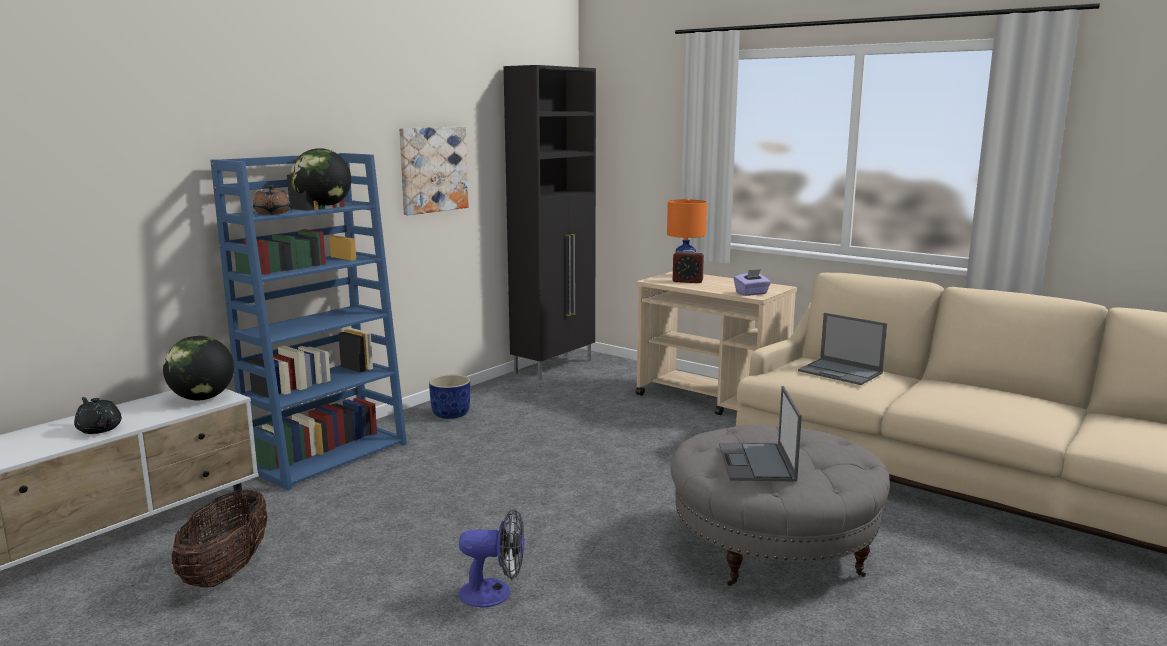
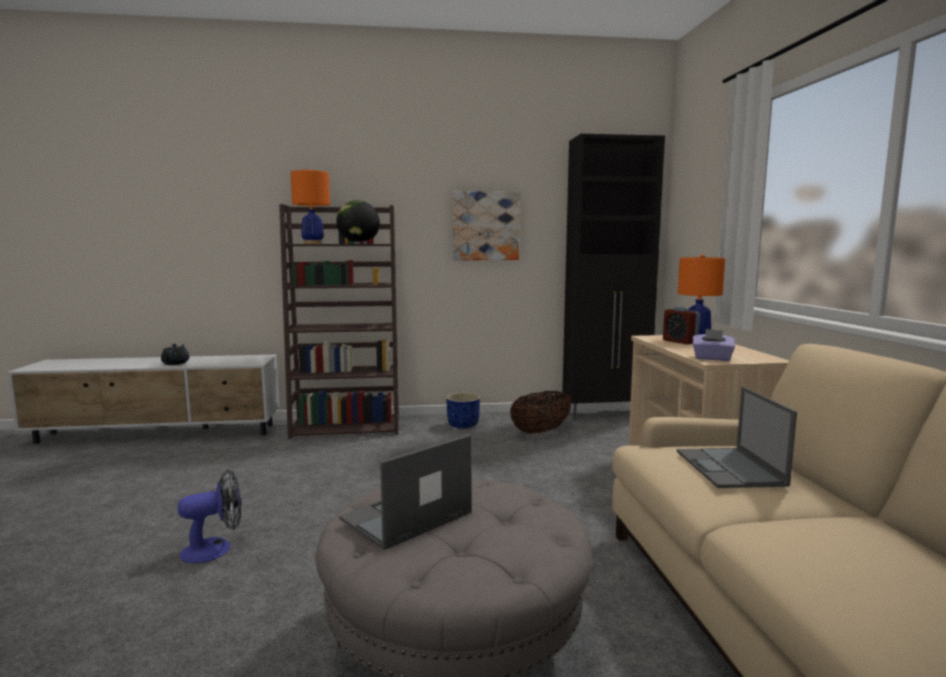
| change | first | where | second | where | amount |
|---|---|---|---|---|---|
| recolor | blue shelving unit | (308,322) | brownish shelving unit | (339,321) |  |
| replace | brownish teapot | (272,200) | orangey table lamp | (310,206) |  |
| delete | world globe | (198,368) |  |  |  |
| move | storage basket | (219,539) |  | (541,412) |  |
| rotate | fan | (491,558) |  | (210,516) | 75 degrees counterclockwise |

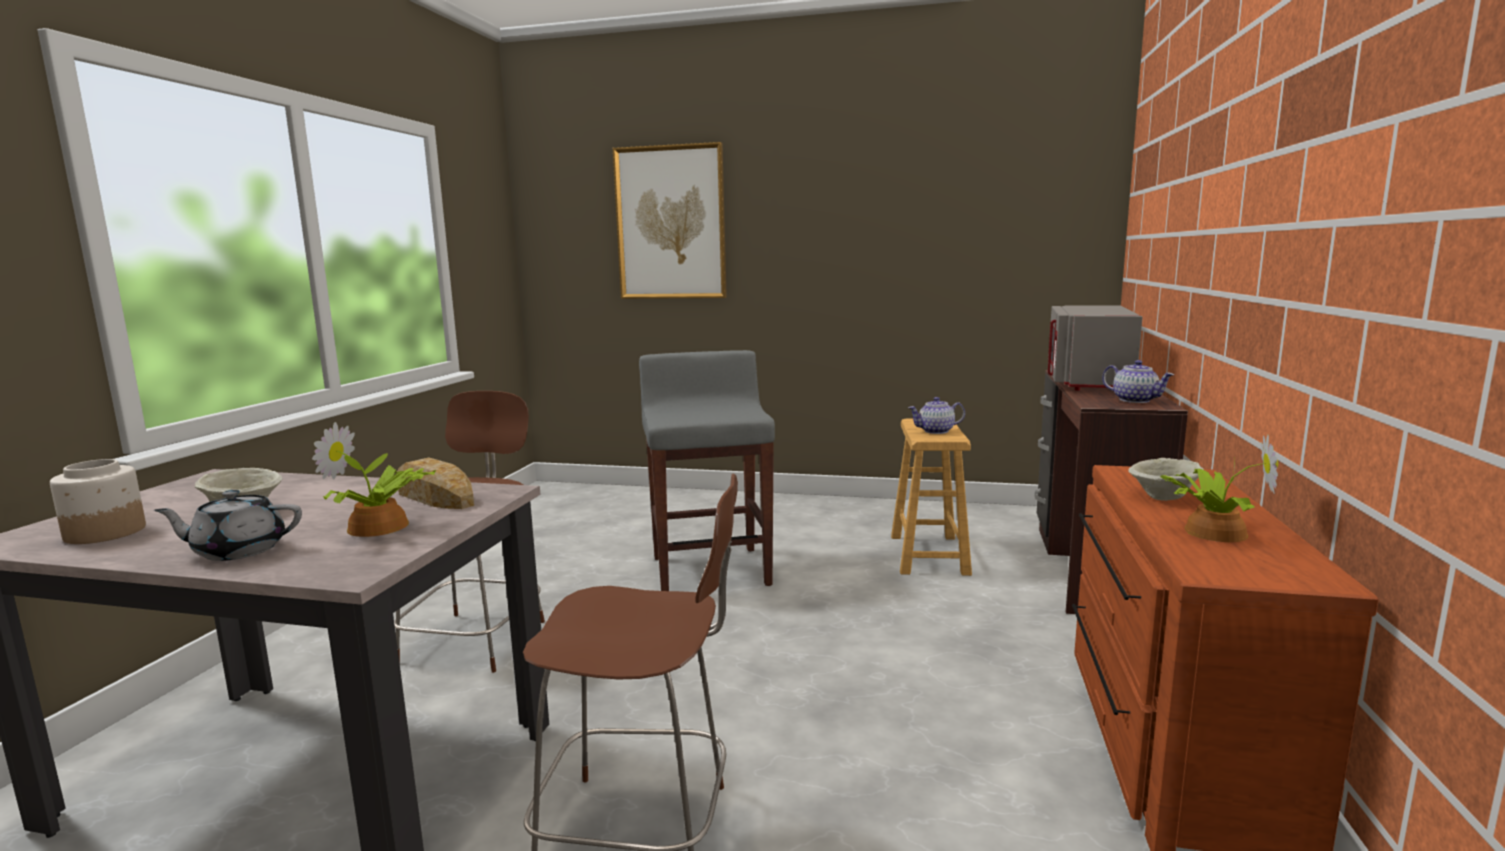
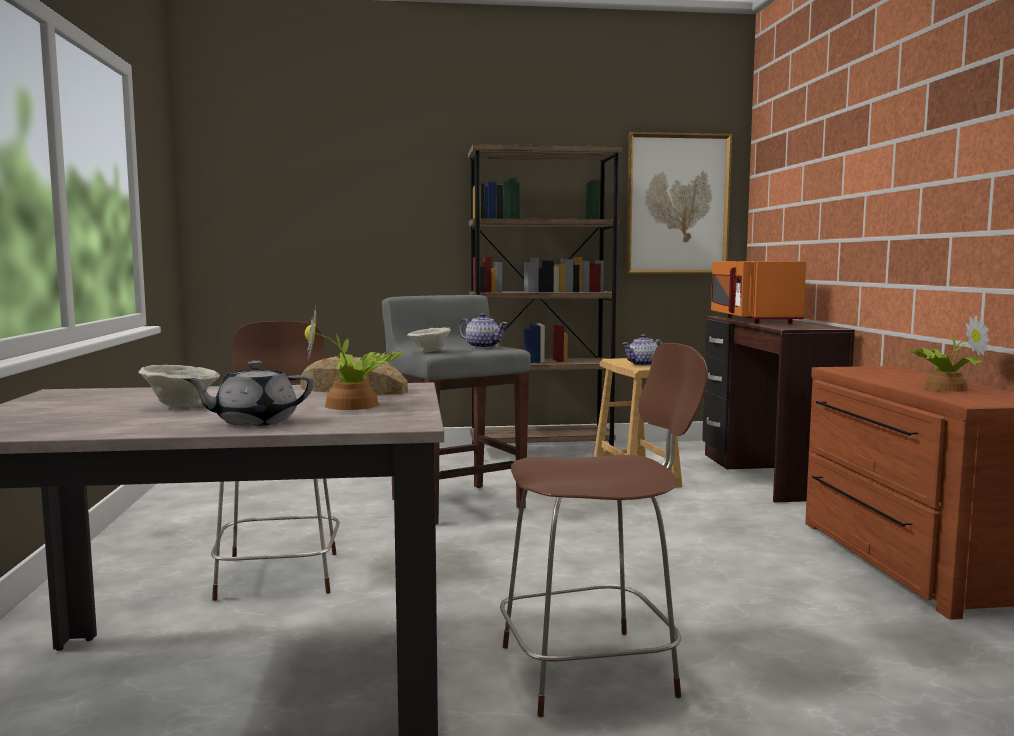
| change | first | where | second | where | amount |
|---|---|---|---|---|---|
| move | wall picture | (670,220) |  | (679,203) |  |
| recolor | grey microwave | (1095,348) | orangey microwave | (758,292) |  |
| move | teapot | (1138,381) |  | (483,330) |  |
| move | sand-coloured bowl | (1166,479) |  | (429,340) |  |
| delete | jar | (98,501) |  |  |  |
| insert |  |  | brownish shelving unit | (545,295) |  |

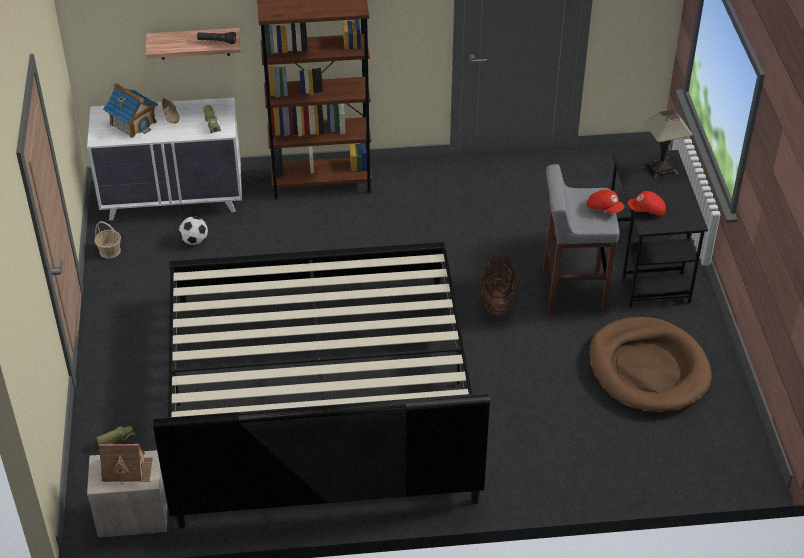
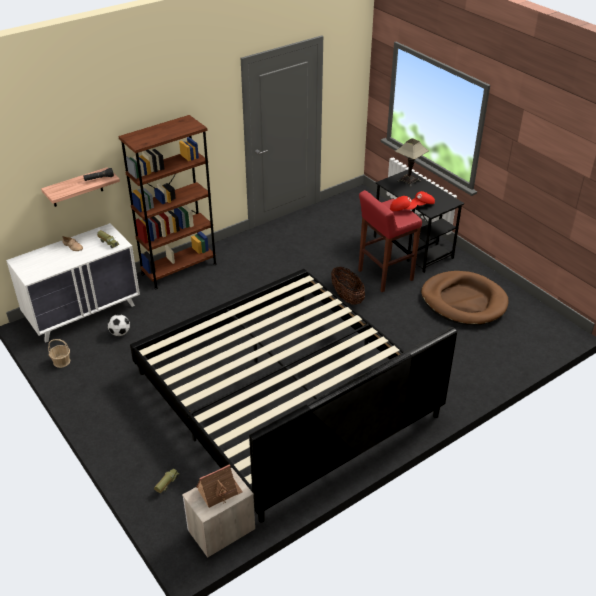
| change | first | where | second | where | amount |
|---|---|---|---|---|---|
| delete | model house | (130,110) |  |  |  |
| recolor | grey stool seat | (581,238) | red-coloured stool seat | (390,241) |  |

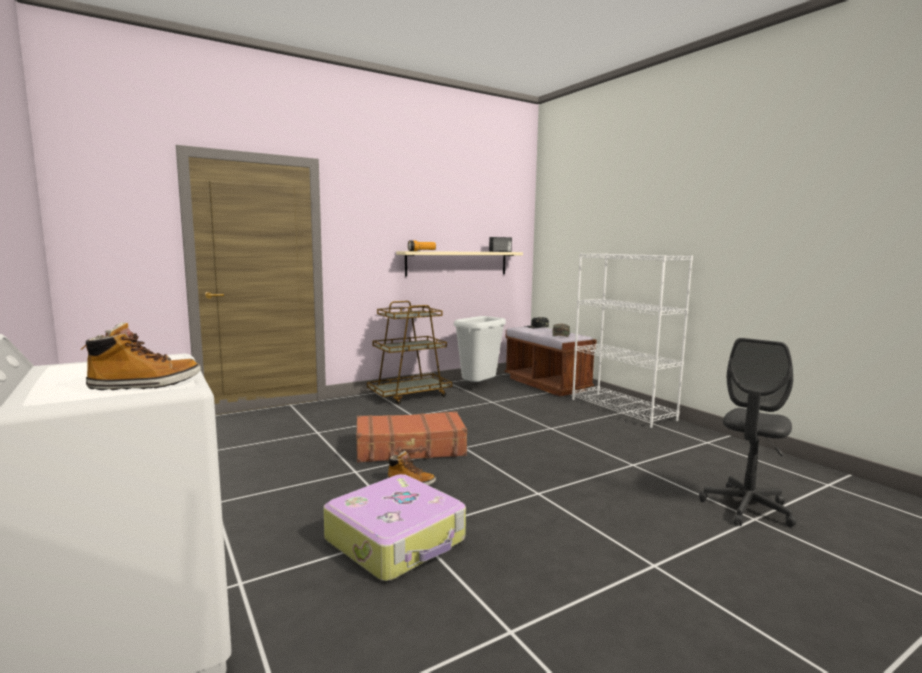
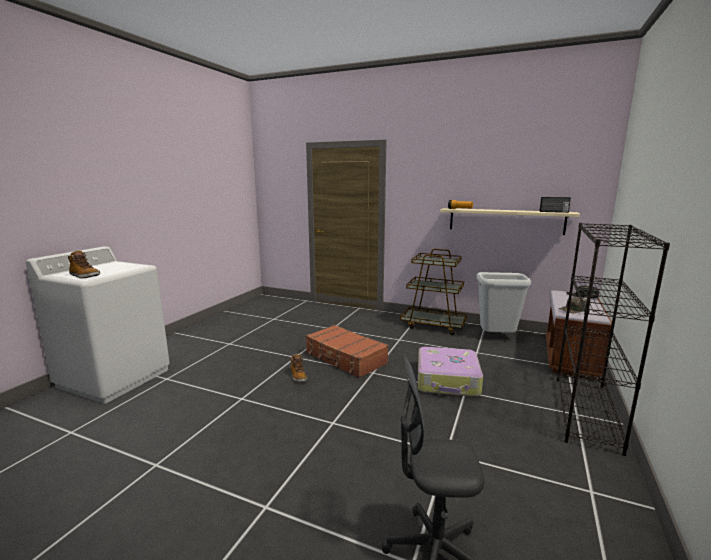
| change | first | where | second | where | amount |
|---|---|---|---|---|---|
| recolor | white-coloured shelving unit | (632,340) | blackish shelving unit | (613,339) |  |
| move | suitcase | (394,527) |  | (450,372) |  |

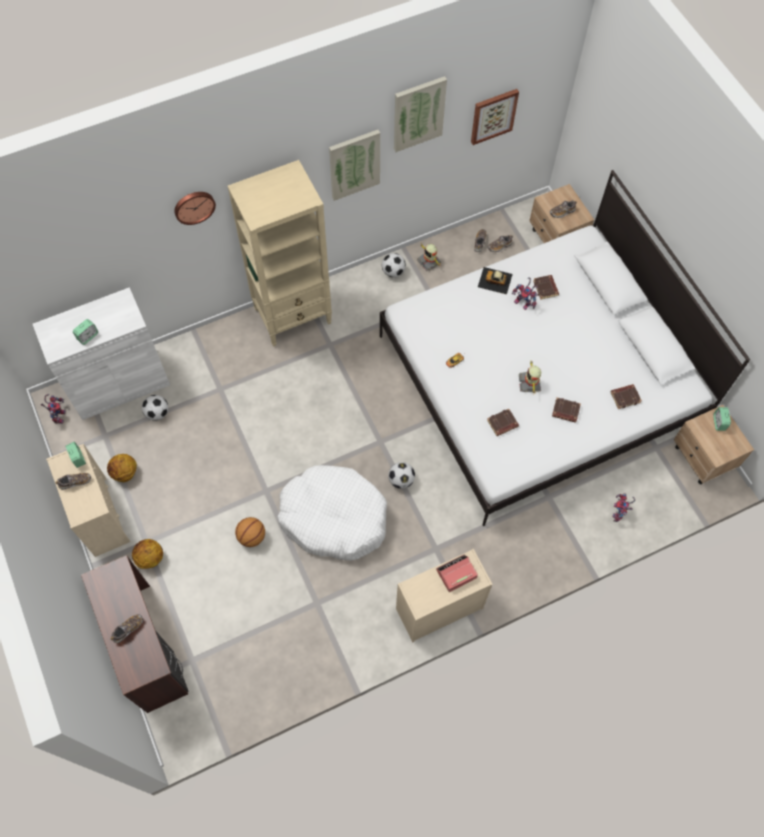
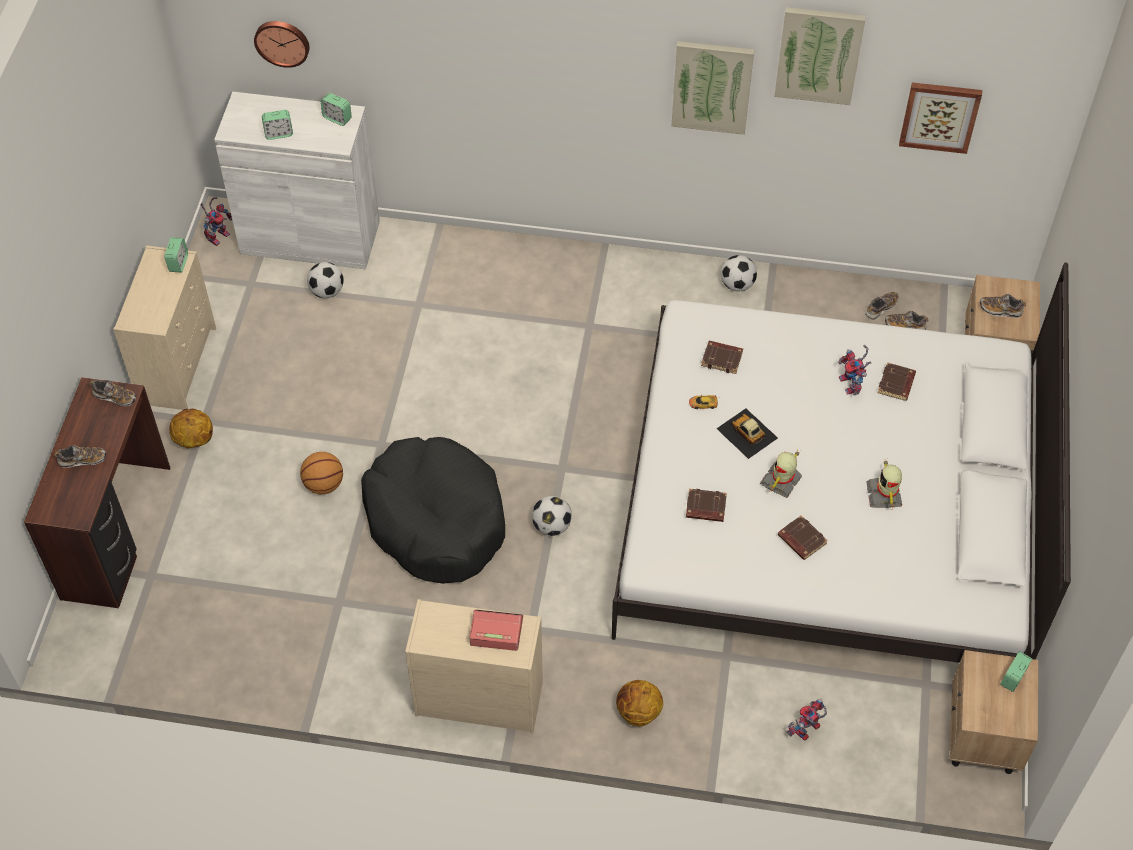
| change | first | where | second | where | amount |
|---|---|---|---|---|---|
| delete | sand-coloured shelving unit | (280,253) |  |  |  |
| move | wall clock | (195,208) |  | (282,44) |  |
| move | model robot | (429,257) |  | (884,484) |  |
| move | miniature car | (495,280) |  | (747,434) |  |
| move | brownish volume | (626,396) |  | (722,357) |  |
| move | basketball | (122,468) |  | (639,703) |  |
| recolor | white-coloured pet bed | (332,513) | blackish pet bed | (433,510) |  |
| move | shoe | (73,481) |  | (113,392) |  |
| insert |  |  | alarm clock | (336,109) |  |

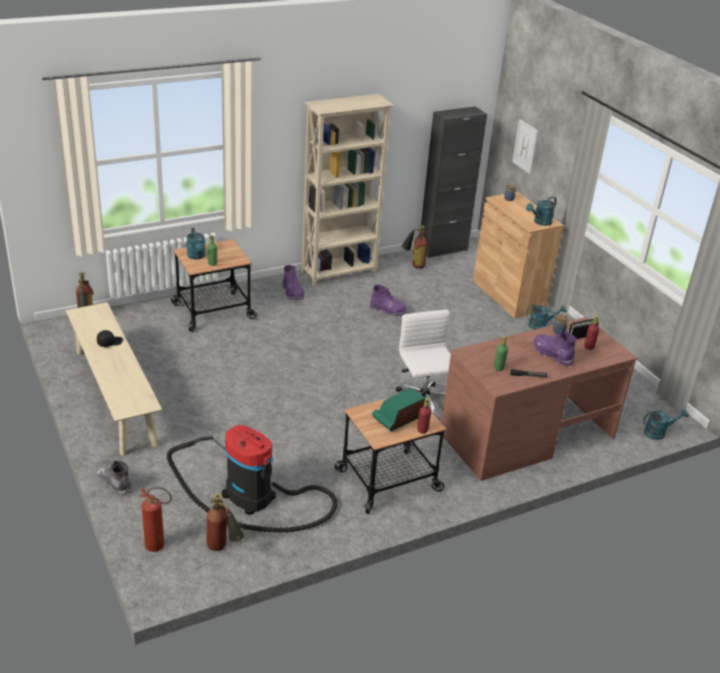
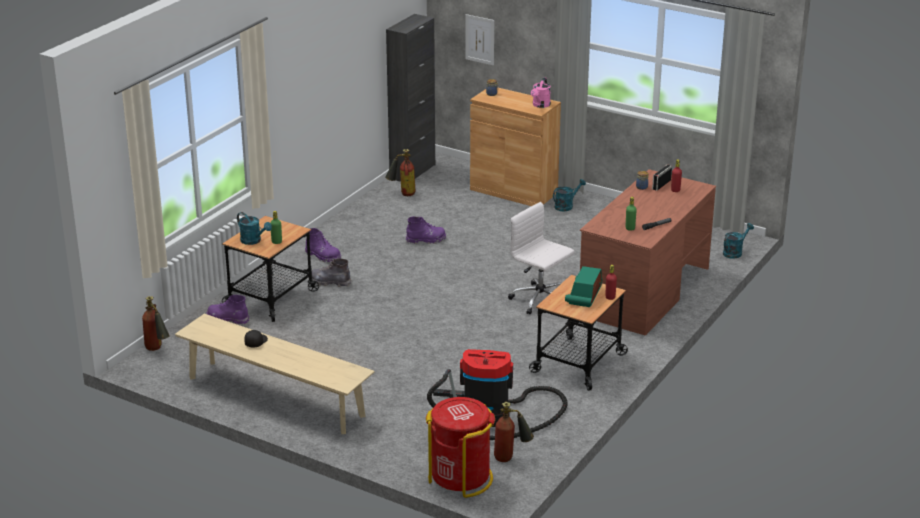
| change | first | where | second | where | amount |
|---|---|---|---|---|---|
| delete | sand-coloured shelving unit | (348,190) |  |  |  |
| recolor | blue-green sprinkling can | (541,211) | pink-coloured sprinkling can | (541,92) |  |
| move | purple tall boot | (555,349) |  | (228,310) |  |
| move | grey tall boot | (114,478) |  | (331,272) |  |
| replace | fire-fighting cylinder | (155,519) | red-coloured waste bin | (460,447) |  |

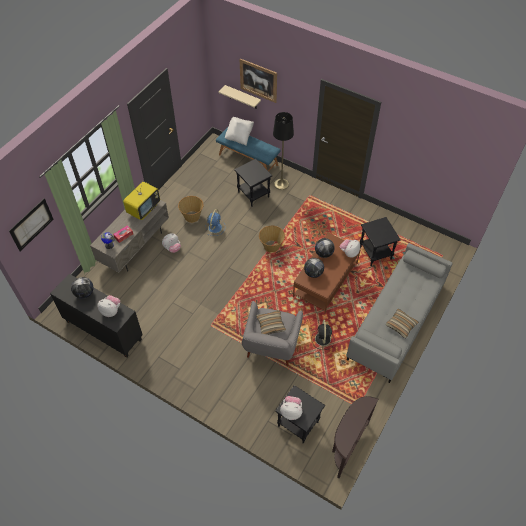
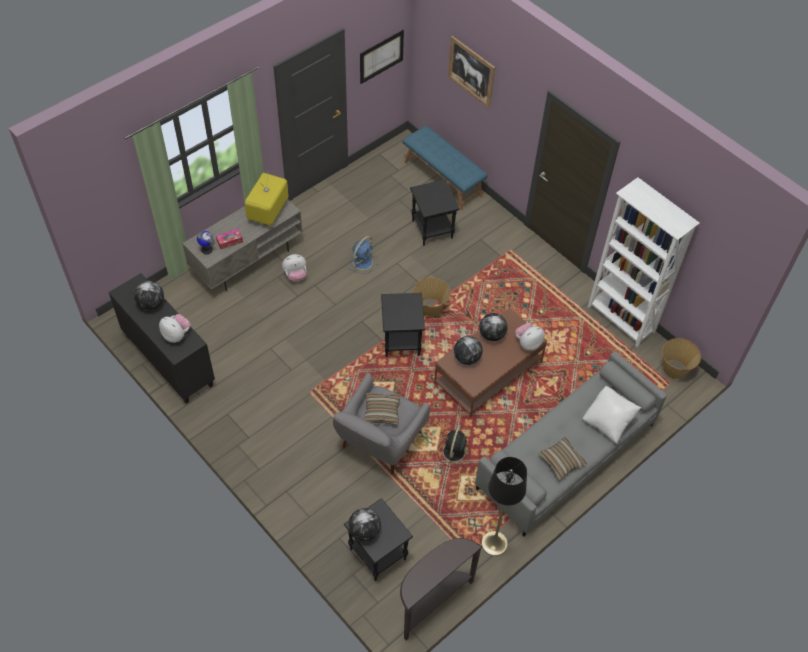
| change | first | where | second | where | amount |
|---|---|---|---|---|---|
| delete | sand-coloured bracket shelf | (240,97) |  |  |  |
| move | blackish standard lamp | (283,151) |  | (504,506) |  |
| move | white-coloured pillow | (239,131) |  | (612,415) |  |
| rotate | TV | (141,201) |  | (267,198) | 150 degrees clockwise |
| move | storage basket | (190,209) |  | (681,358) |  |
| move | wall picture | (31,224) |  | (382,57) |  |
| move | blackish side table | (380,241) |  | (403,325) |  |
| replace | plush toy | (291,408) | world globe | (364,524) |  |
| insert |  |  | white-coloured shelving unit | (643,262) |  |

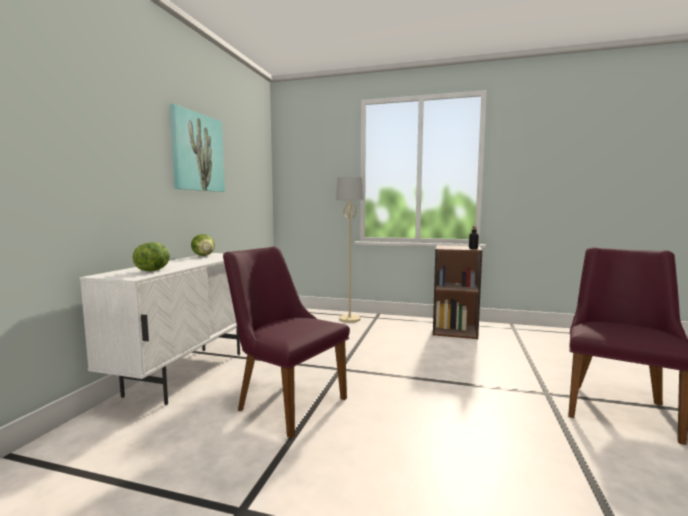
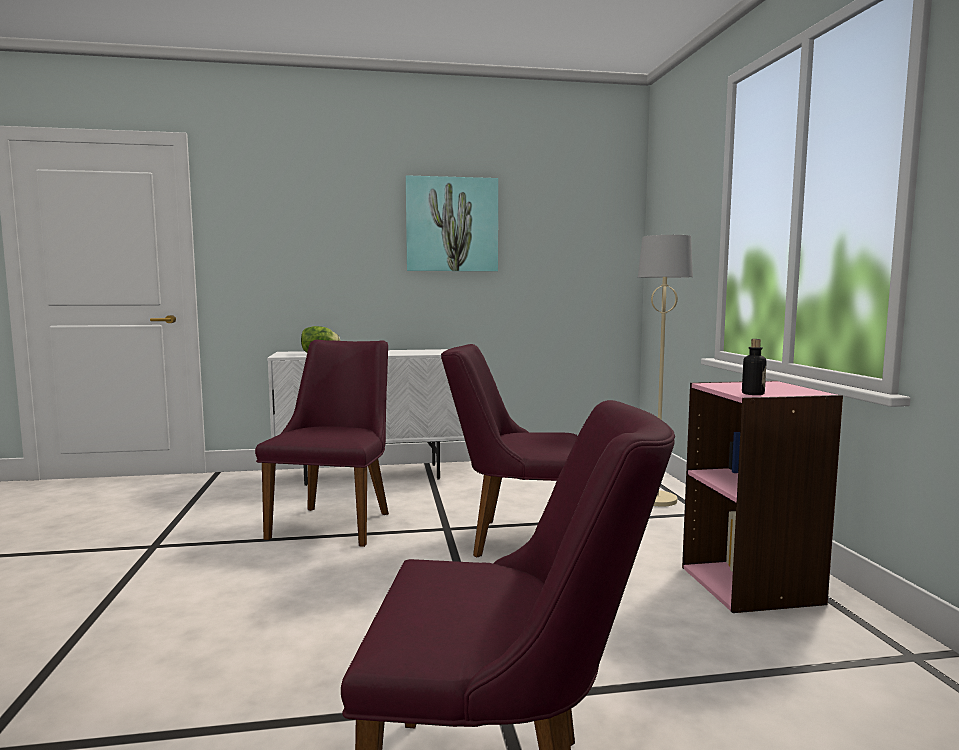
| change | first | where | second | where | amount |
|---|---|---|---|---|---|
| delete | lettuce head | (203,245) |  |  |  |
| recolor | brownish shelving unit | (457,292) | pink-coloured shelving unit | (762,496) |  |
| insert |  |  | purple chair | (509,450) |  |

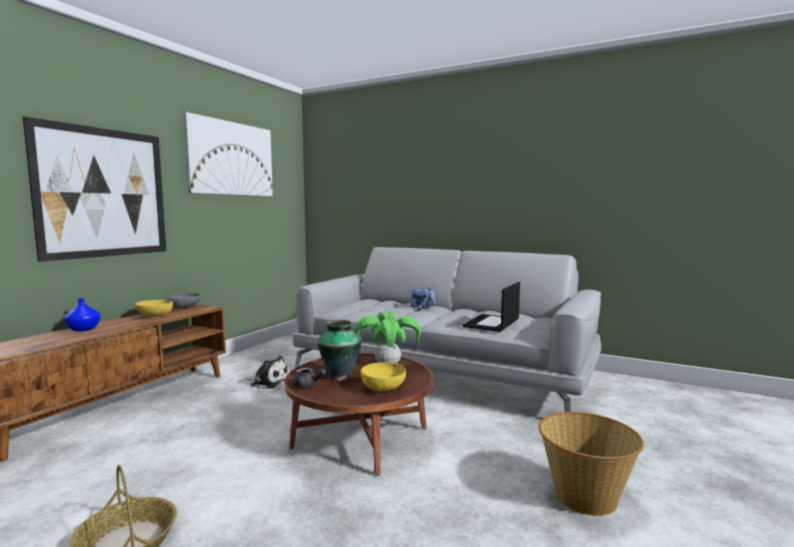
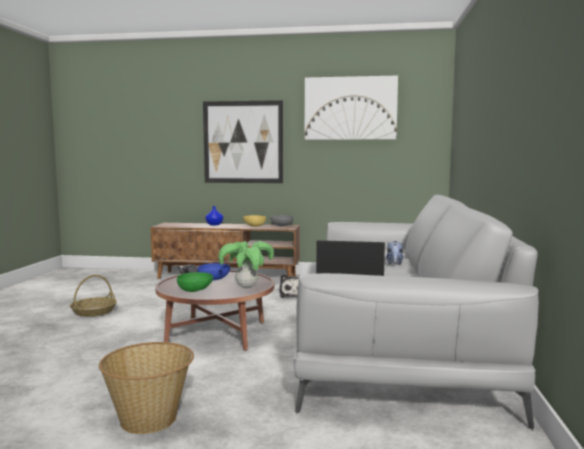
| change | first | where | second | where | amount |
|---|---|---|---|---|---|
| replace | decorative vase | (339,350) | blue bowl | (214,272) |  |
| recolor | yellow bowl | (383,376) | green bowl | (195,282) |  |

